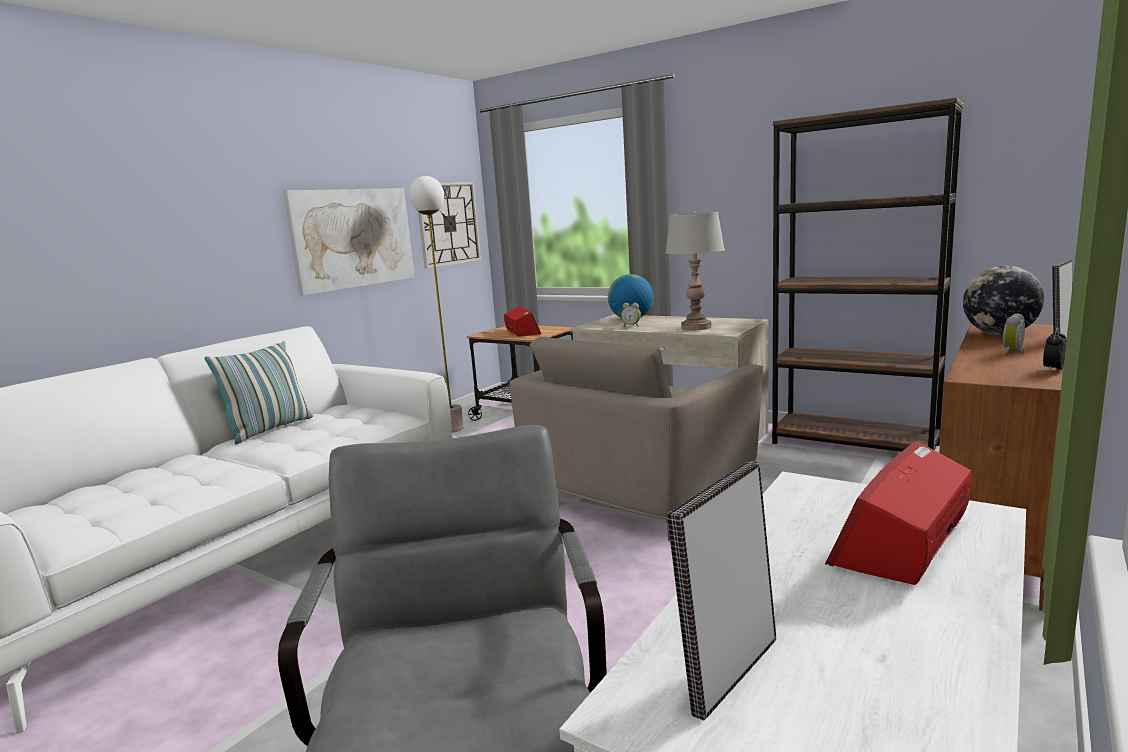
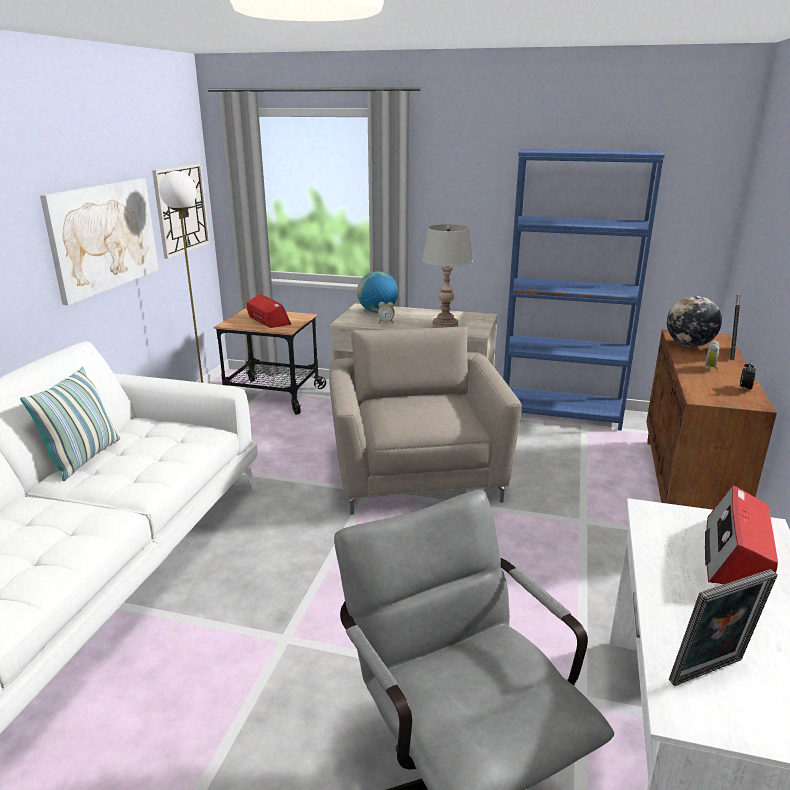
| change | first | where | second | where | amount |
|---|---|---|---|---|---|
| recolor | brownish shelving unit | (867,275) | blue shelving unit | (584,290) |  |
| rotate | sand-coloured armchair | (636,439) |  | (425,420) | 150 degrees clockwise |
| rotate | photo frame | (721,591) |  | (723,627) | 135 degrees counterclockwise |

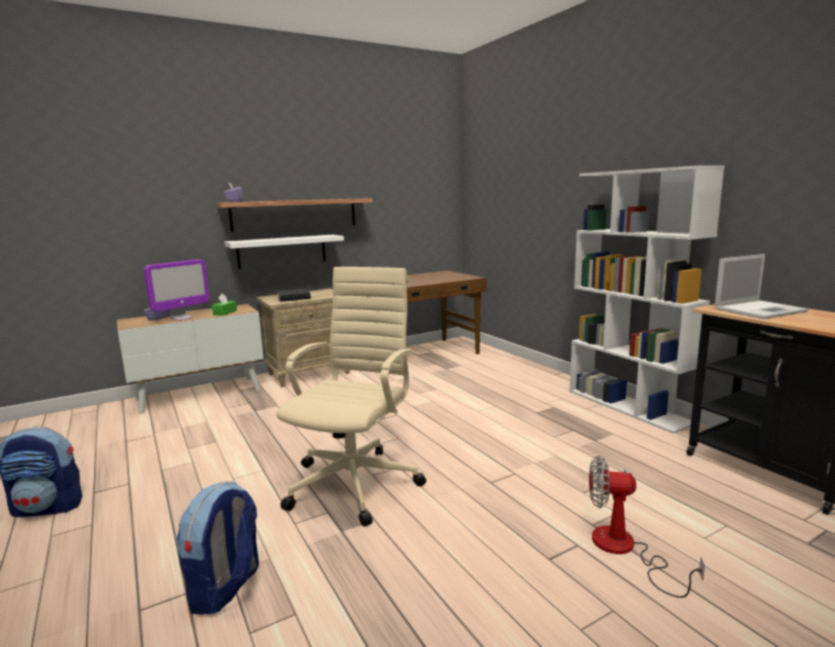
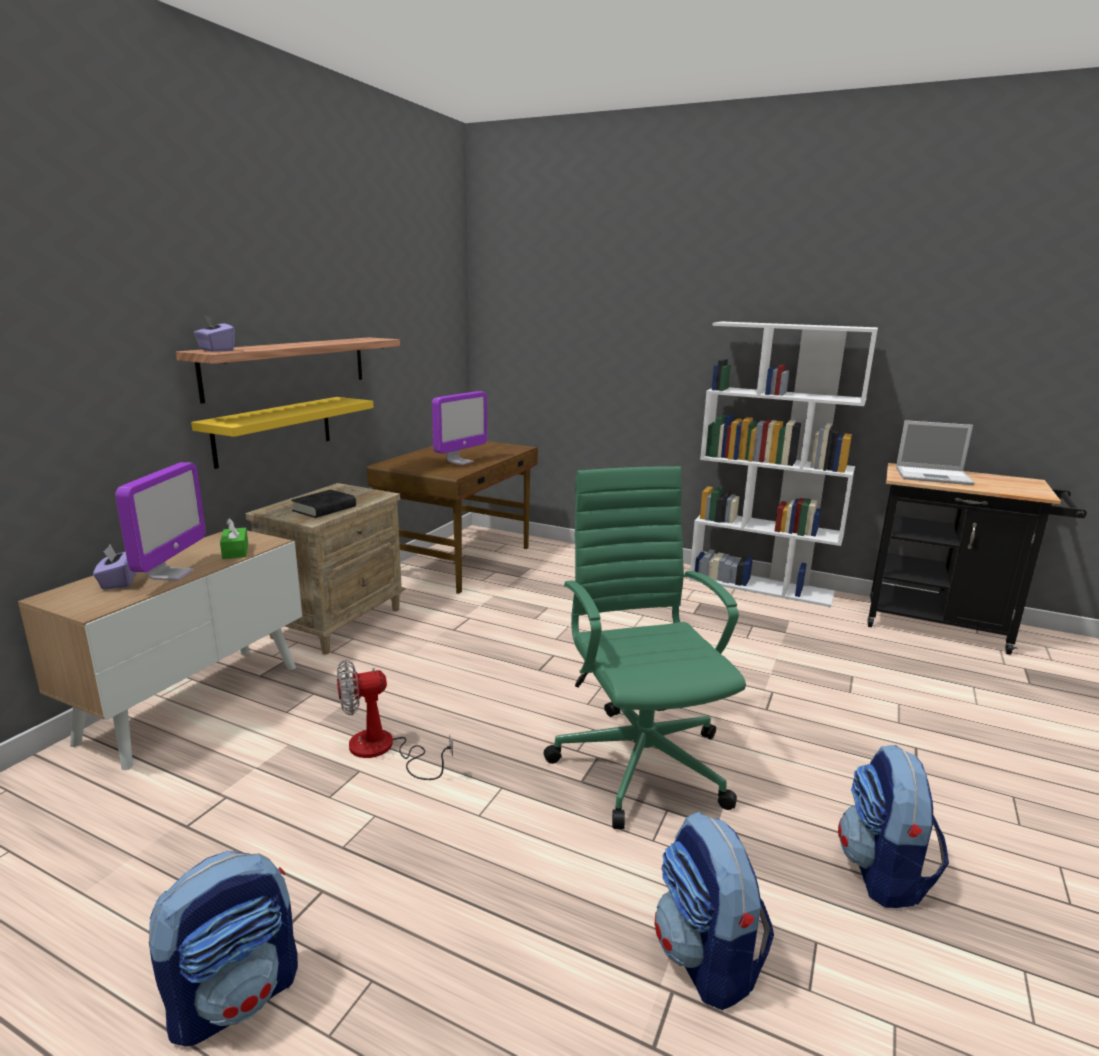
| change | first | where | second | where | amount |
|---|---|---|---|---|---|
| recolor | white-coloured bracket shelf | (284,252) | yellow bracket shelf | (282,433) |  |
| rotate | notebook computer | (762,286) |  | (935,452) | 75 degrees clockwise |
| recolor | sand-coloured office chair | (351,396) | green office chair | (645,647) |  |
| move | fan | (647,527) |  | (395,720) |  |
| insert |  |  | computer display | (459,428) |  |
| insert |  |  | rucksack | (893,826) |  |

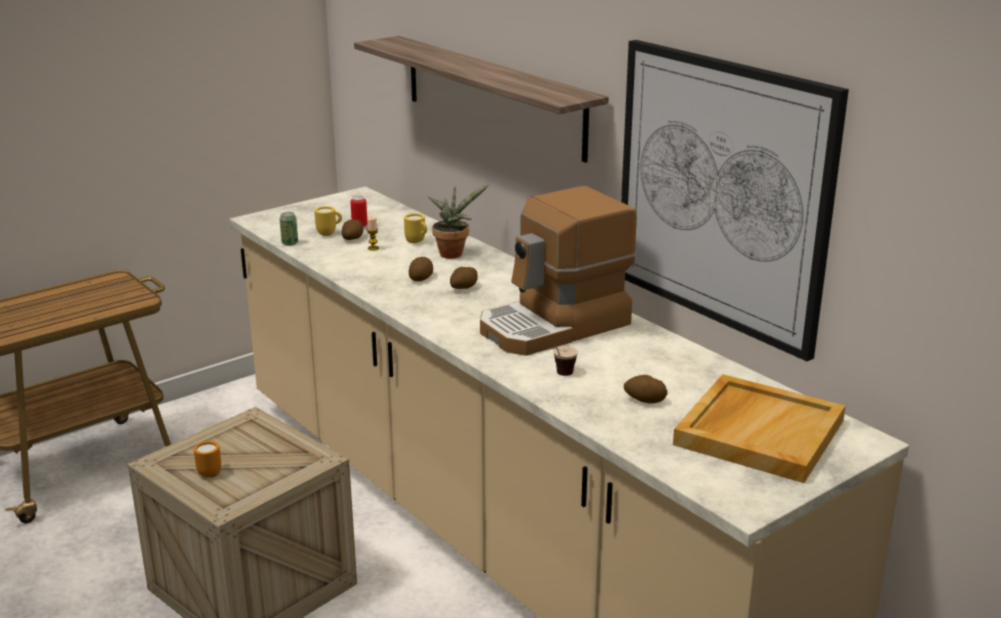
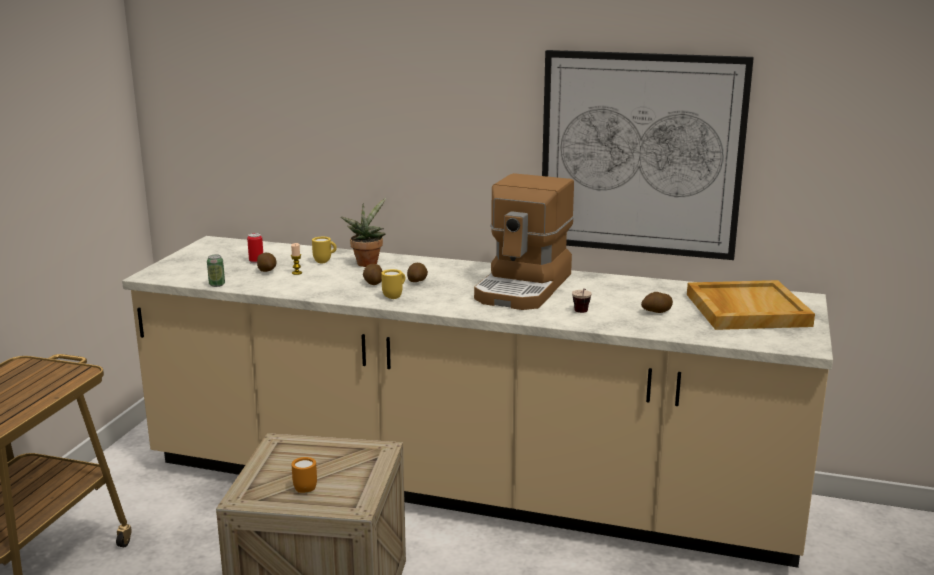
| change | first | where | second | where | amount |
|---|---|---|---|---|---|
| delete | bracket shelf | (481,99) |  |  |  |
| move | yellow tea mug | (328,221) |  | (393,284) |  |

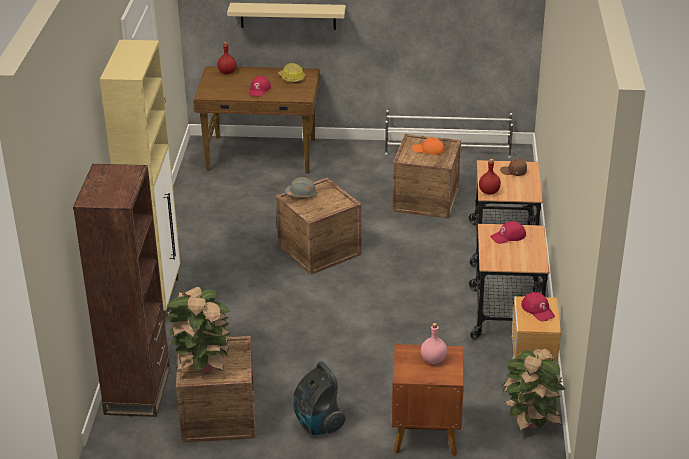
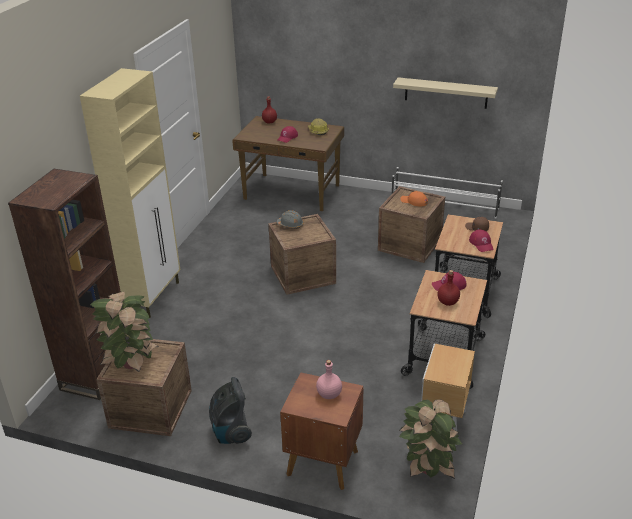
| change | first | where | second | where | amount |
|---|---|---|---|---|---|
| move | sand-coloured bracket shelf | (286,16) |  | (445,93) |  |
| move | red-coloured drink bottle | (490,177) |  | (448,288) |  |
| move | red-coloured baseball cap | (538,307) |  | (481,240) |  |

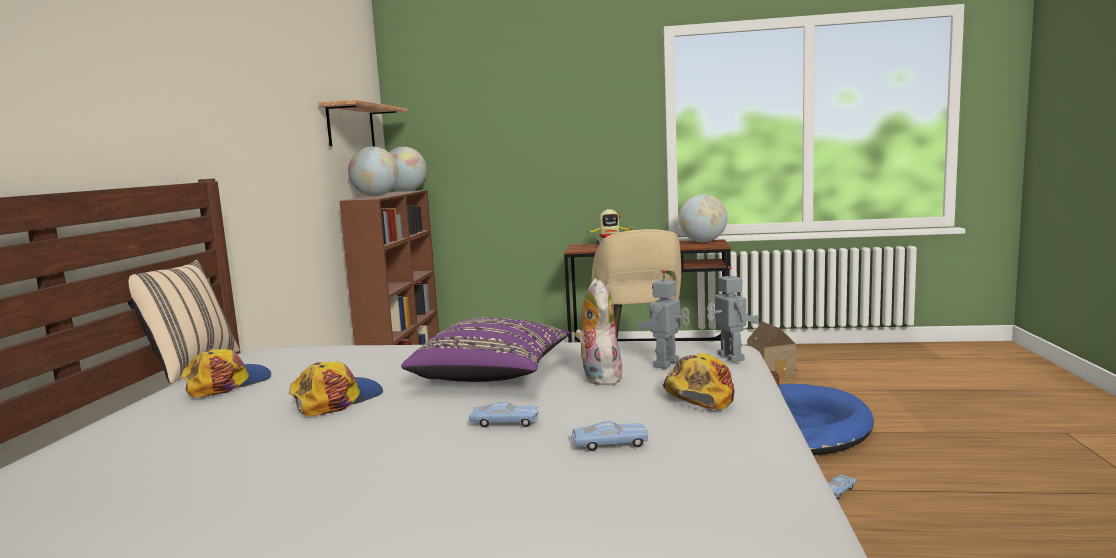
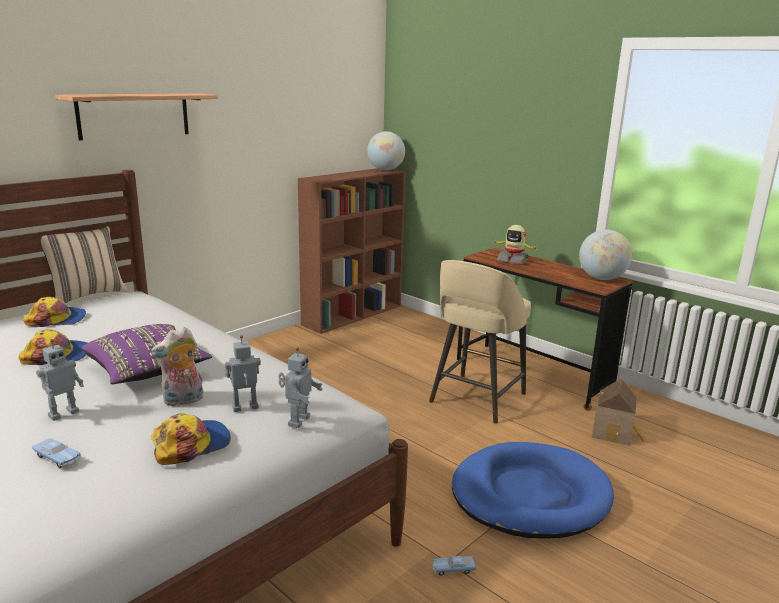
| change | first | where | second | where | amount |
|---|---|---|---|---|---|
| move | bracket shelf | (362,123) |  | (136,117) |  |
| delete | world globe | (373,171) |  |  |  |
| rotate | plush toy | (600,332) |  | (177,366) | 150 degrees counterclockwise |
| replace | blue miniature car | (504,414) | model robot | (60,380) |  |

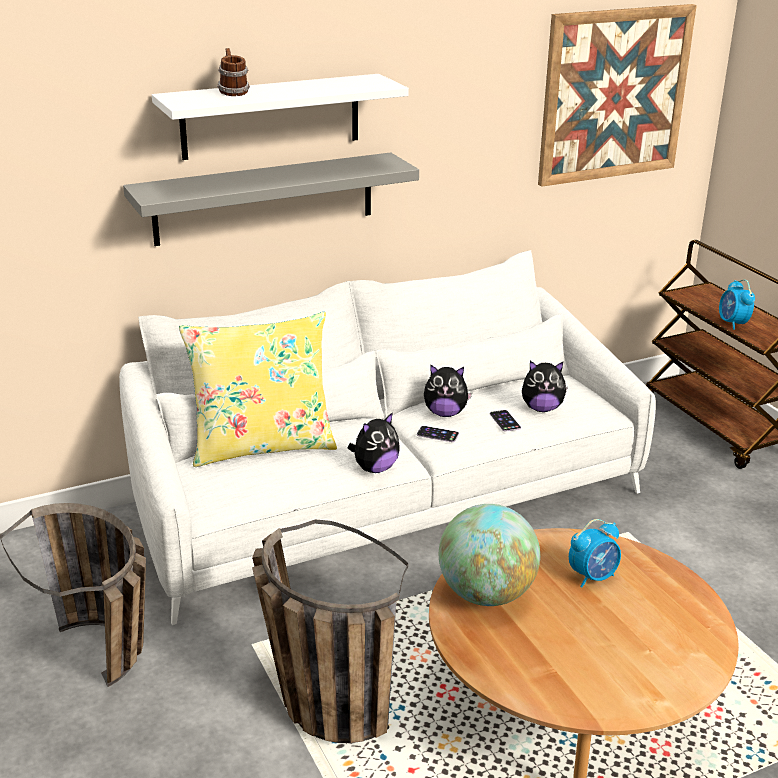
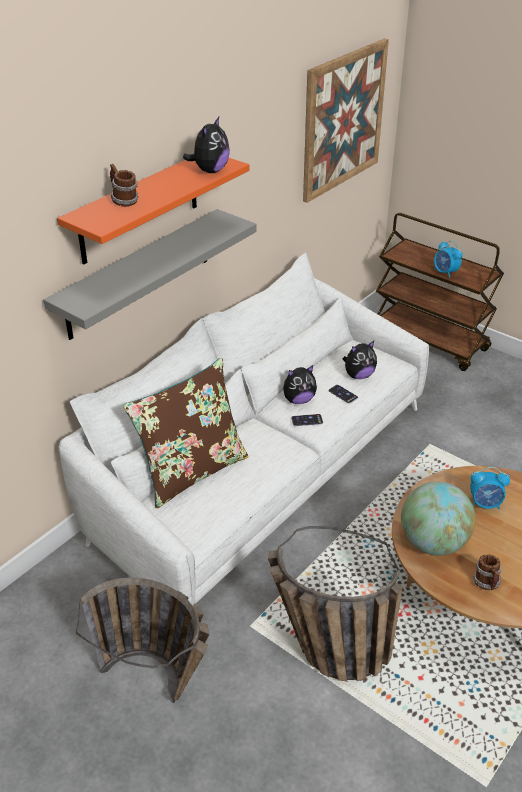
| change | first | where | second | where | amount |
|---|---|---|---|---|---|
| recolor | white-coloured bracket shelf | (280,117) | orangey bracket shelf | (153,211) |  |
| recolor | yellow pillow | (258,389) | brownish pillow | (186,433) |  |
| move | plush toy | (374,442) |  | (206,145) |  |
| rotate | alarm clock | (595,553) |  | (490,488) | 60 degrees clockwise |
| insert |  |  | tea mug | (487,572) |  |

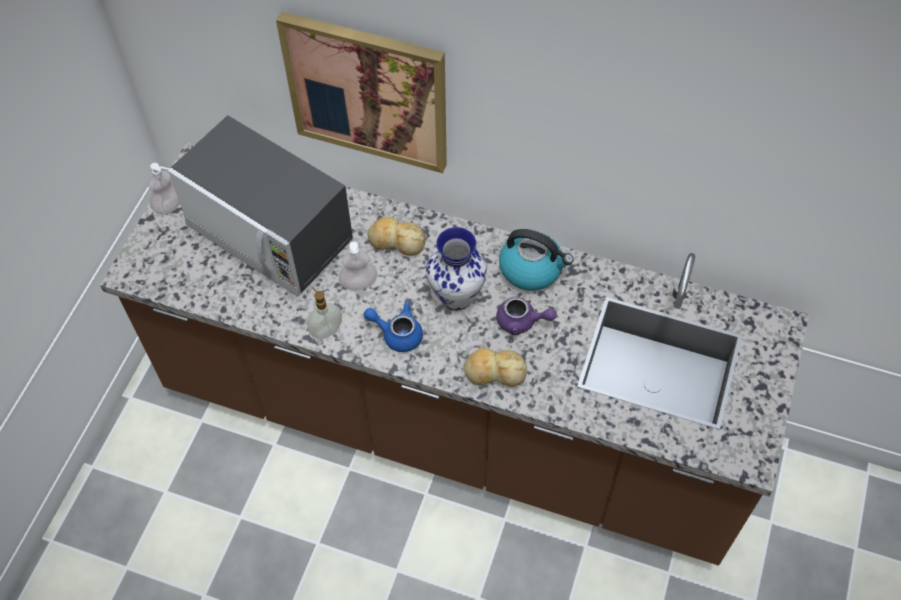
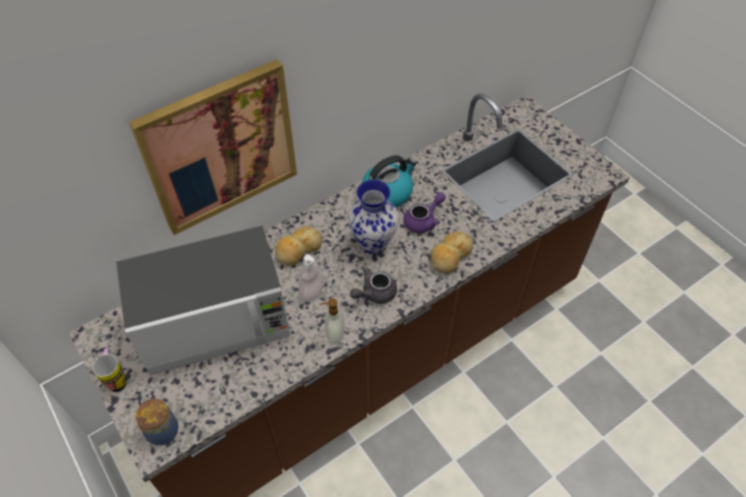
| change | first | where | second | where | amount |
|---|---|---|---|---|---|
| replace | soap bottle | (164,188) | tea mug | (110,370) |  |
| recolor | blue teapot | (393,326) | grey teapot | (373,285) |  |
| insert |  |  | jar | (157,421) |  |

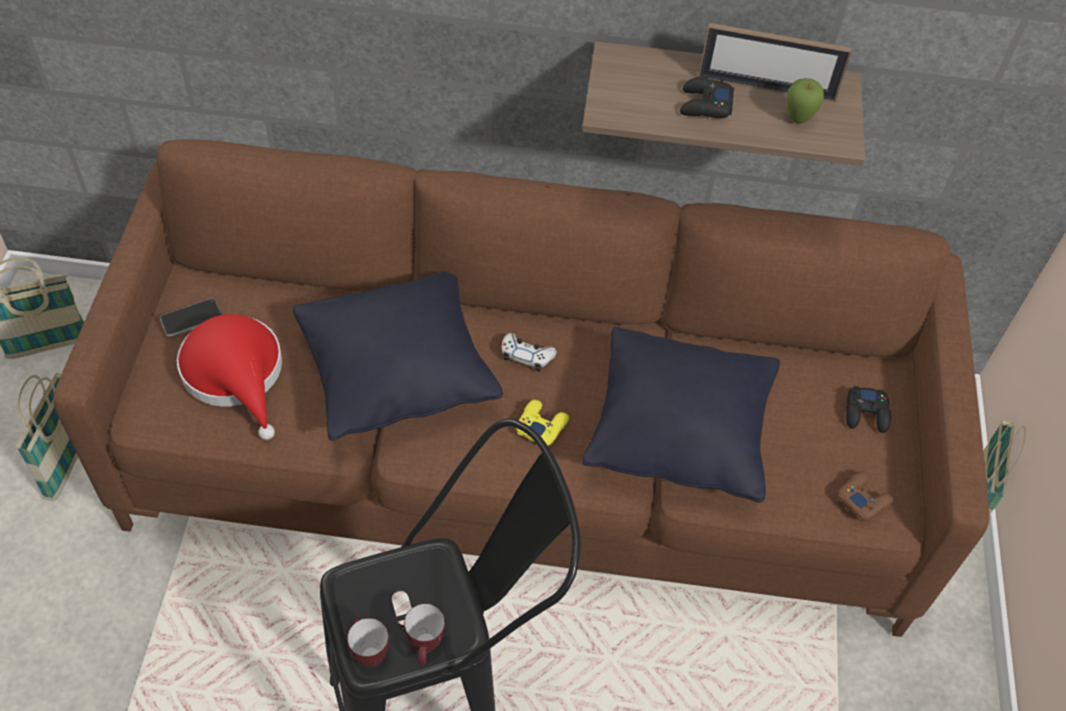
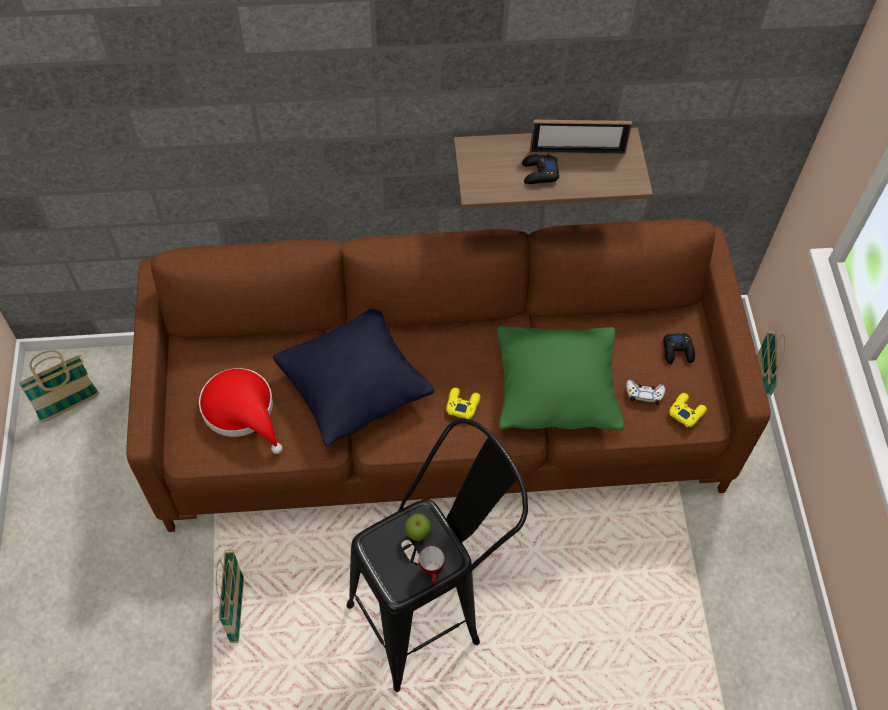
| change | first | where | second | where | amount |
|---|---|---|---|---|---|
| move | apple fruit | (805,101) |  | (418,527) |  |
| delete | phone | (191,317) |  |  |  |
| recolor | blackish pillow | (681,415) | green pillow | (560,378) |  |
| move | white-coloured gamepad | (529,352) |  | (645,392) |  |
| move | storage basket | (47,437) |  | (230,596) |  |
| recolor | brownish gamepad | (865,496) | yellow gamepad | (688,410) |  |
| delete | tea mug | (368,642) |  |  |  |

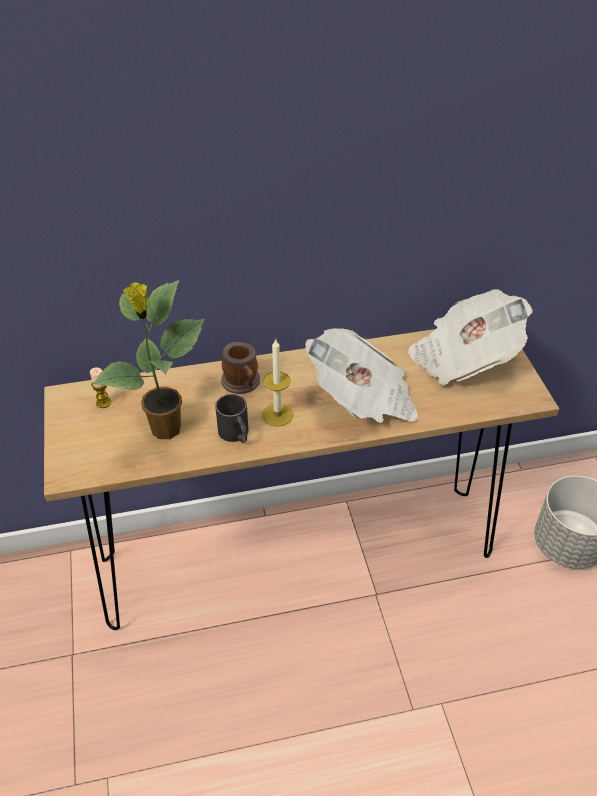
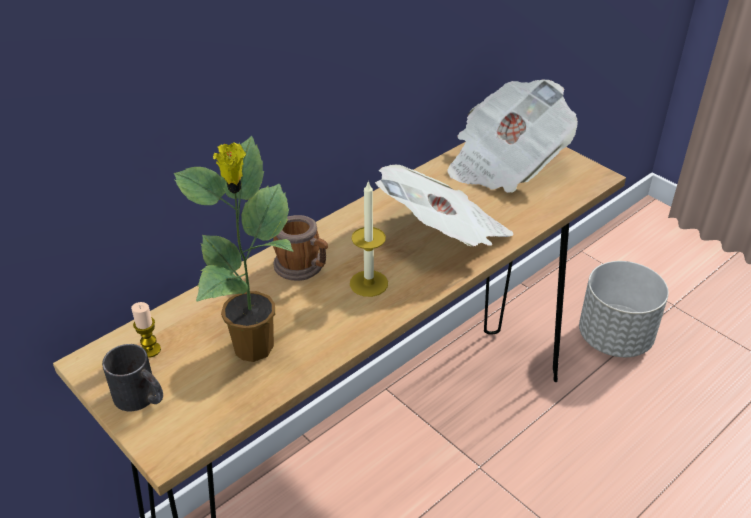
| change | first | where | second | where | amount |
|---|---|---|---|---|---|
| move | blackish tea mug | (232,418) |  | (132,377) |  |

